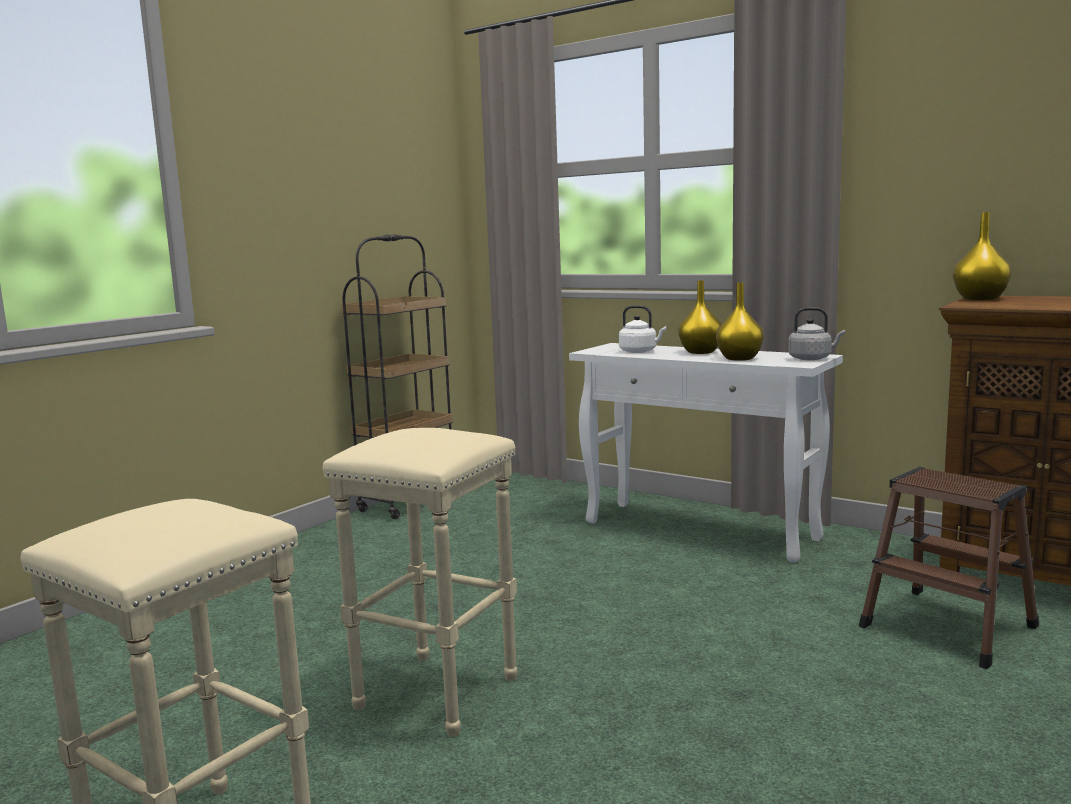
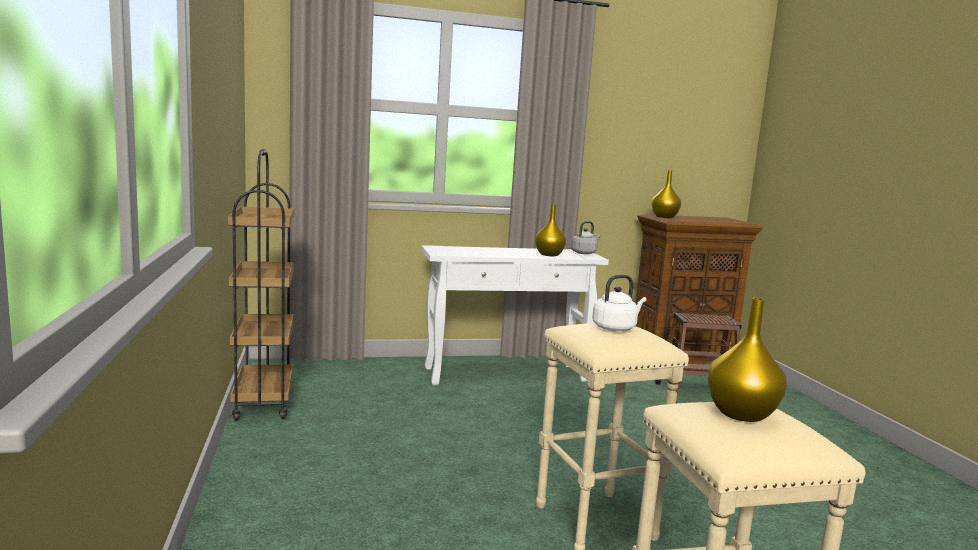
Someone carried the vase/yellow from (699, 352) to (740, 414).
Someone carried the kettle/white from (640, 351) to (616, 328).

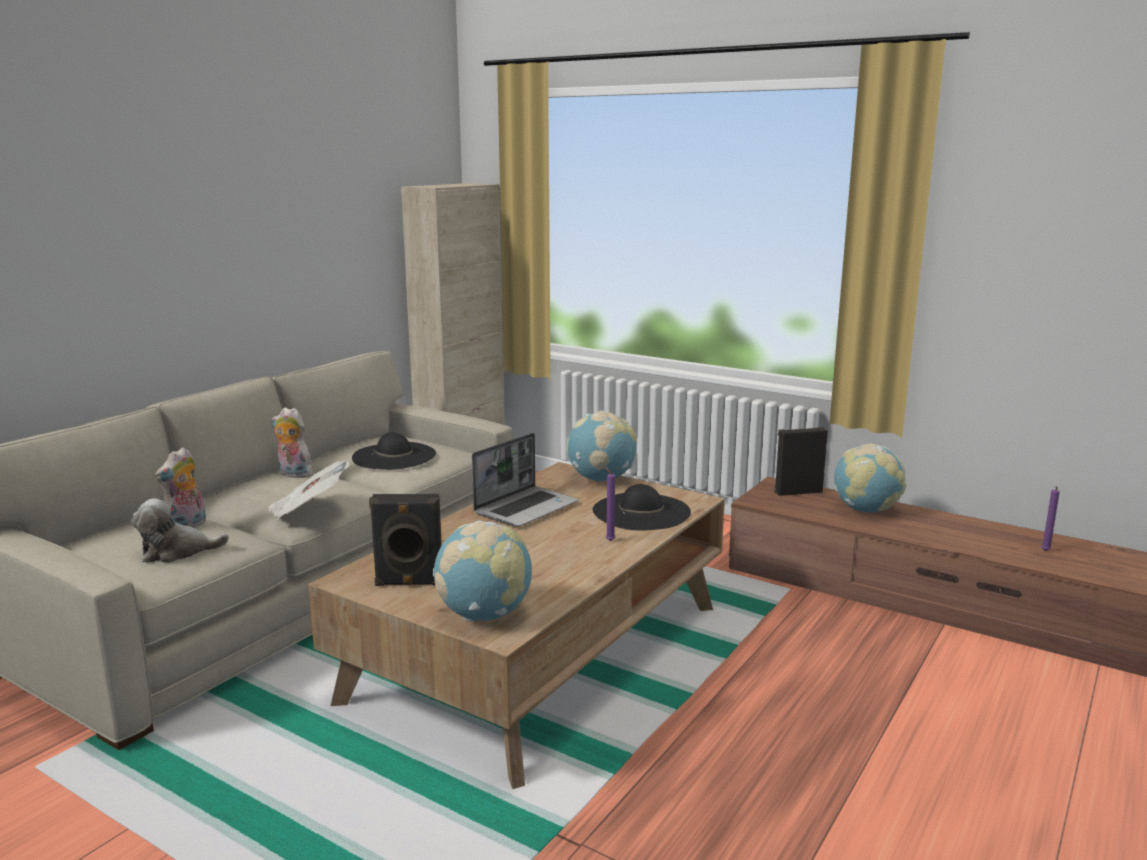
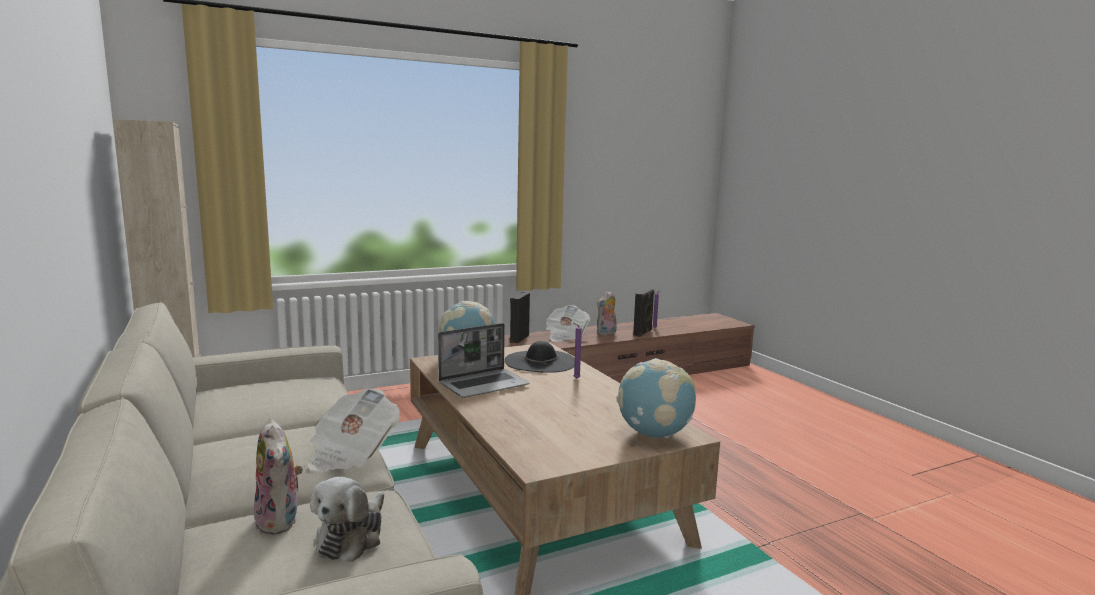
Someone carried the plush toy from (293, 474) to (606, 333).
Someone took away the hat/black at (394, 456).
Someone rotated the laptop at (526, 508) by 75 degrees clockwise.
Someone swapped the globe at (866, 510) for the newspaper at (565, 336).
Someone carried the speaker/black from (409, 583) to (643, 333).

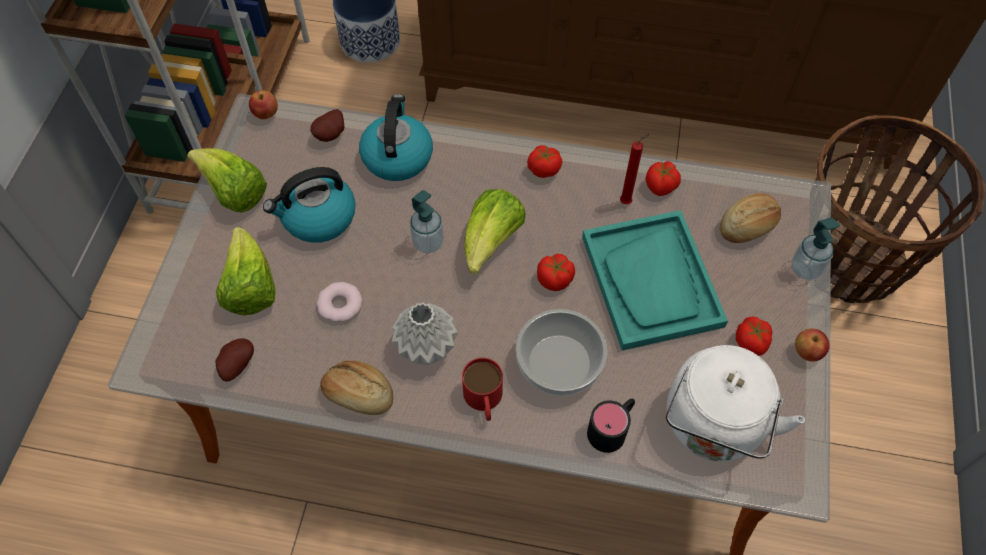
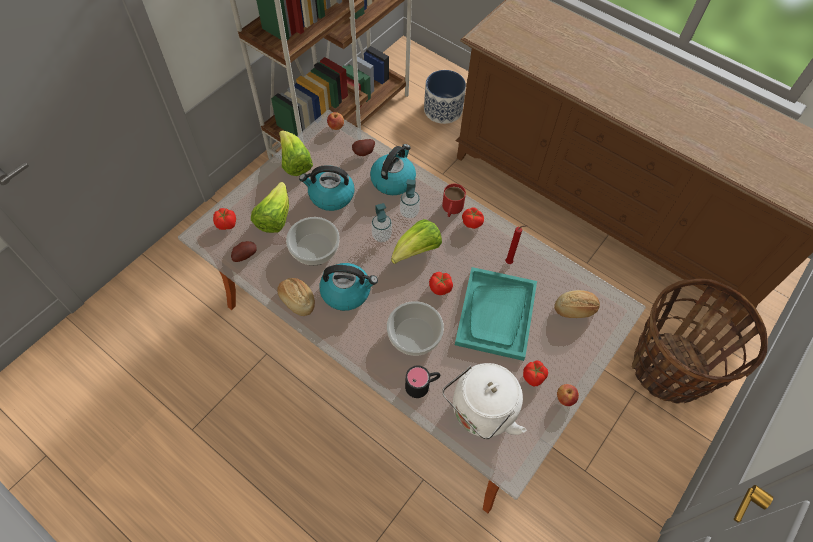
Someone carried the tomato from (661, 186) to (227, 224).
Someone carried the soap dispenser from (805, 269) to (409, 212).
Someone swapped the donut at (340, 305) for the bowl at (315, 248).
Someone swapped the vase/grey at (426, 347) for the kettle at (347, 292).
Someone carried the mug/red from (484, 400) to (451, 209).

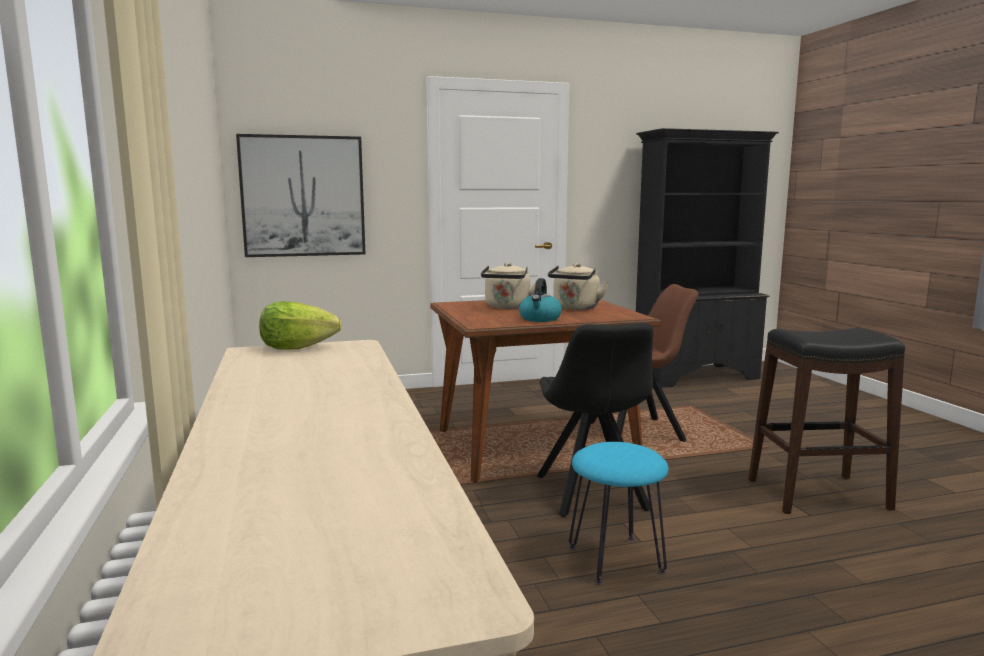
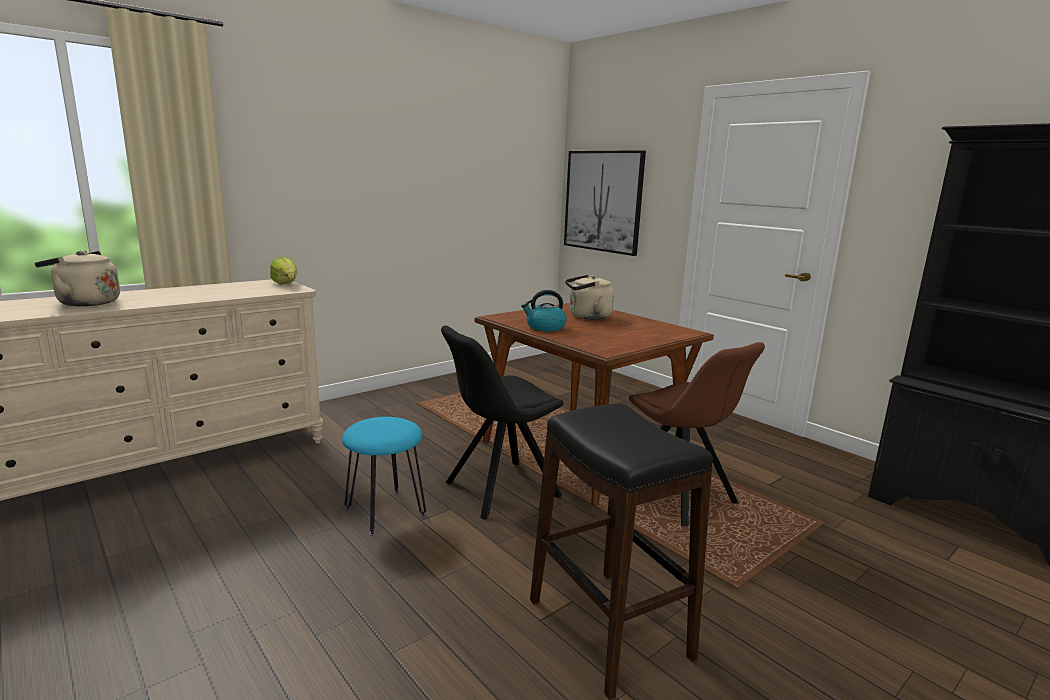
Someone carried the kettle/beige from (575, 308) to (85, 303).

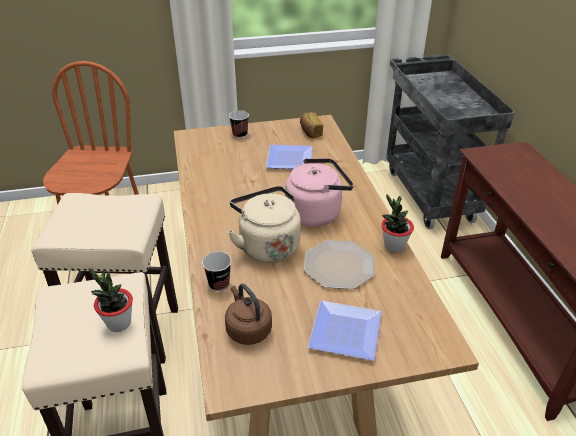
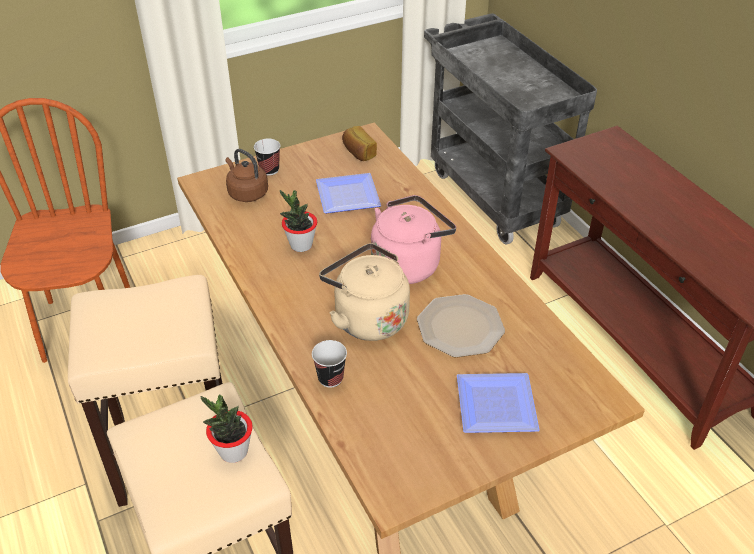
Someone carried the potted plant from (394, 246) to (301, 245).
Someone carried the kettle/brown from (247, 329) to (246, 193).

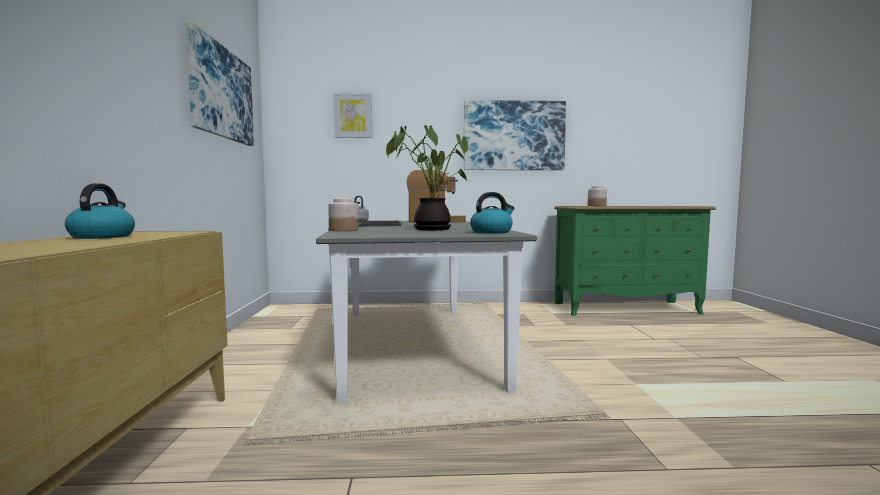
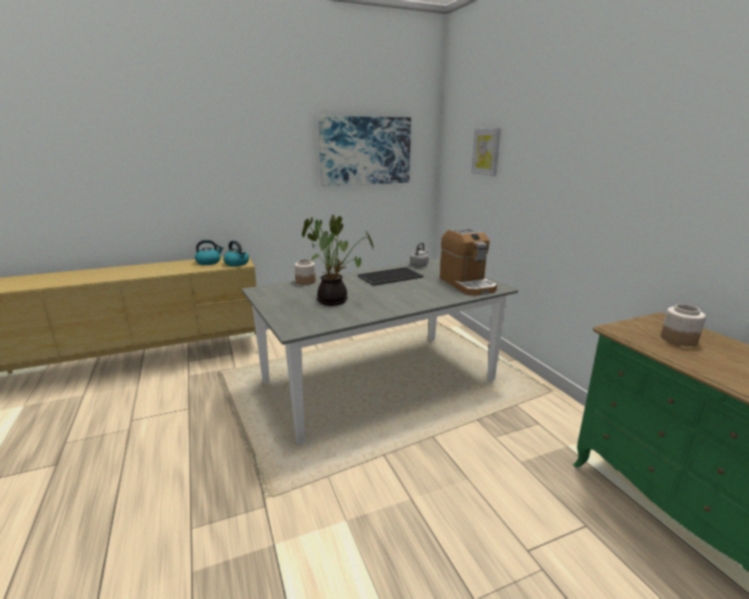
Someone took away the picture at (514, 136).
Someone carried the kettle from (492, 232) to (237, 263).

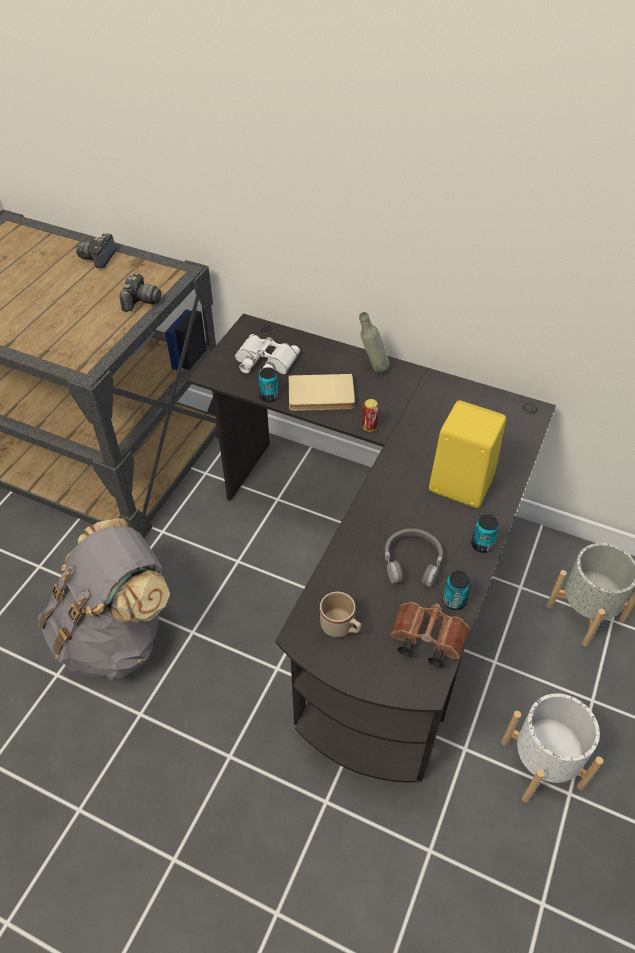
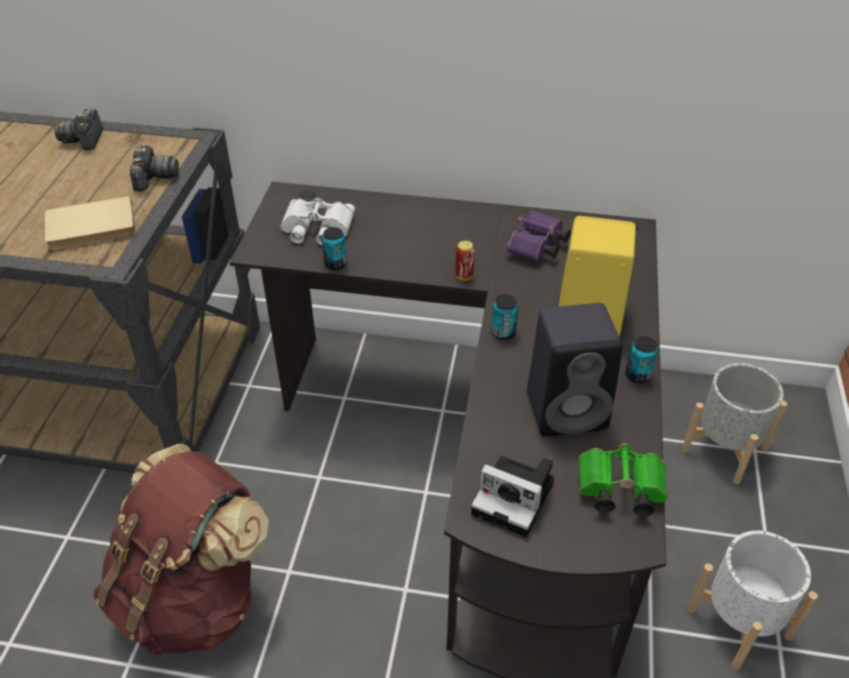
Someone took away the bottle/grey at (372, 368).
Someone carried the book/beige from (321, 396) to (91, 228).
Someone repainted the backpack/grey at (116, 634), which became the backpack/brown at (193, 596).
Someone swapped the headphones/grey at (412, 562) for the speaker/black at (569, 409).
Someone carried the can from (454, 601) to (503, 332).
Someone swapped the mug/beige at (341, 627) for the photo camera at (516, 498).
Someone repainted the binoculars/brown at (425, 640), which became the binoculars/green at (617, 490).
Someone put down the binoculars/purple at (536, 248).

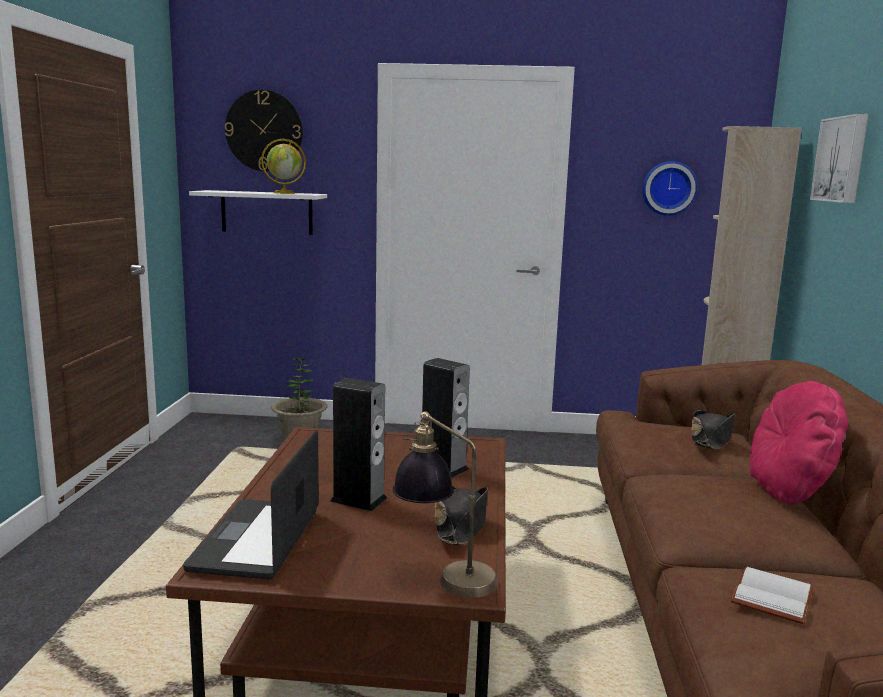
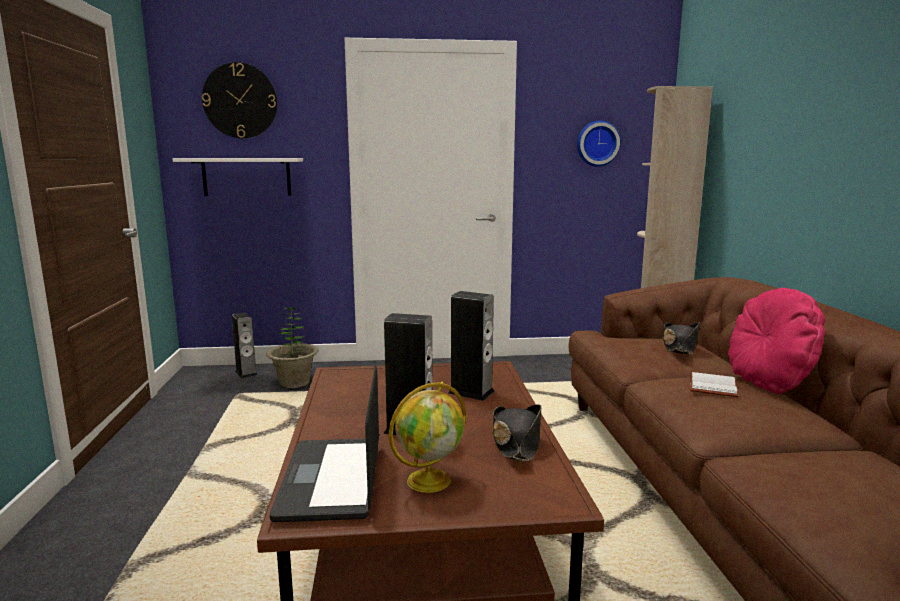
Someone took away the picture at (842, 159).
Someone carried the globe from (285, 193) to (430, 480).
Someone took away the table lamp at (444, 576).
Someone carried the book/white from (769, 596) to (711, 386).
Someone put down the speaker at (246, 373).

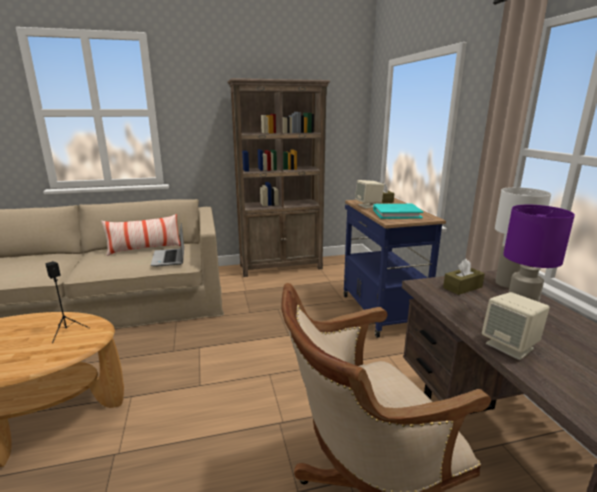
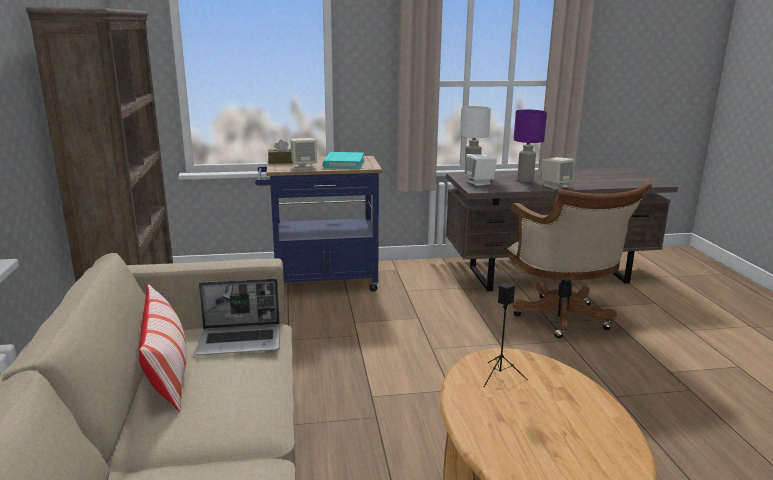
Someone swapped the tissue box/brown at (462, 287) for the speaker/white at (479, 183).

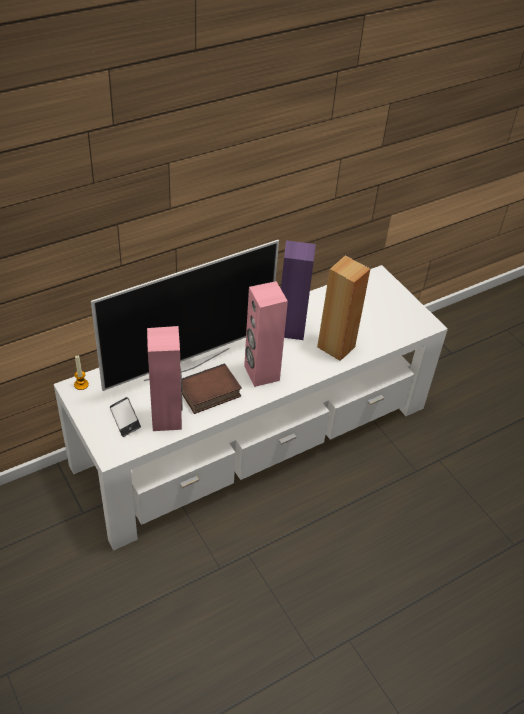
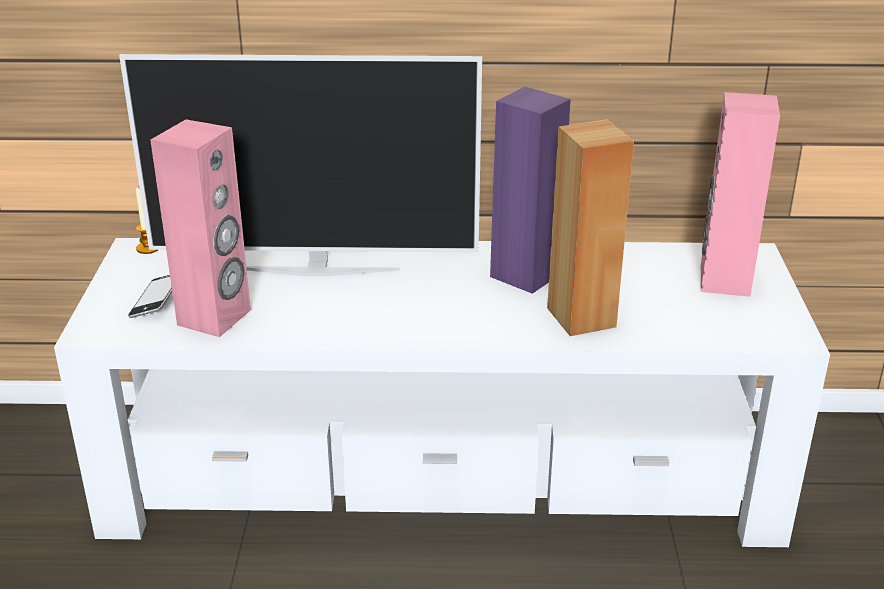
Someone carried the speaker/pink from (261, 373) to (723, 280).
Someone took away the book at (209, 394).

